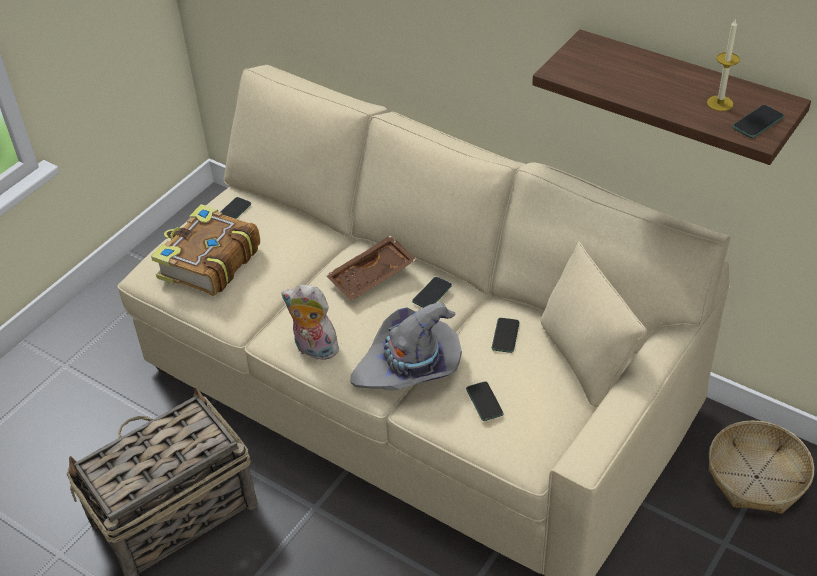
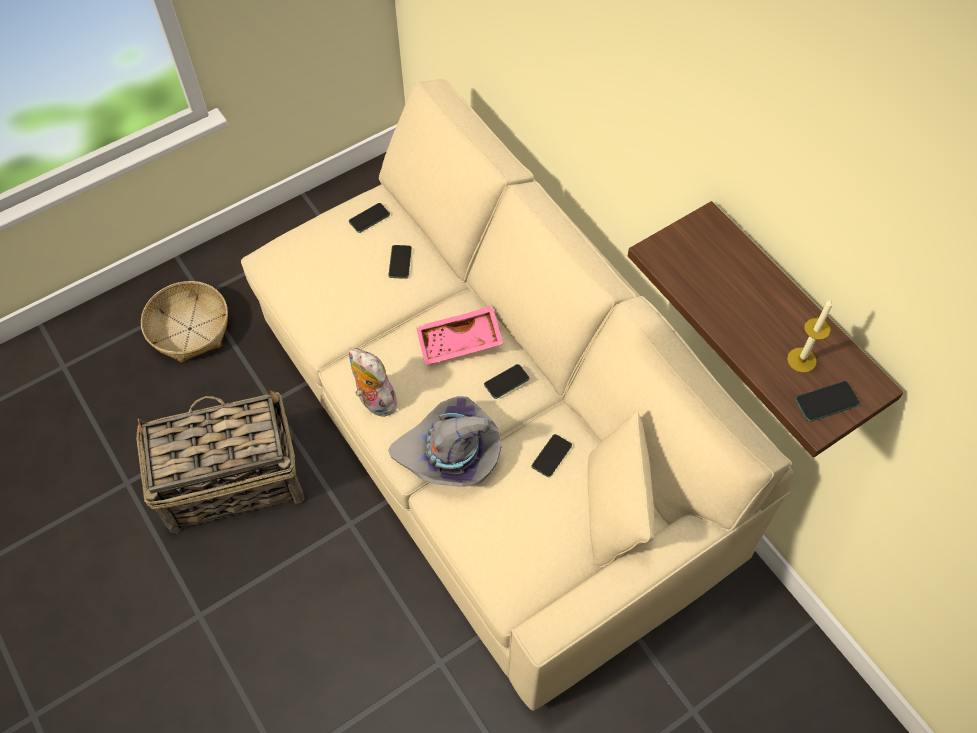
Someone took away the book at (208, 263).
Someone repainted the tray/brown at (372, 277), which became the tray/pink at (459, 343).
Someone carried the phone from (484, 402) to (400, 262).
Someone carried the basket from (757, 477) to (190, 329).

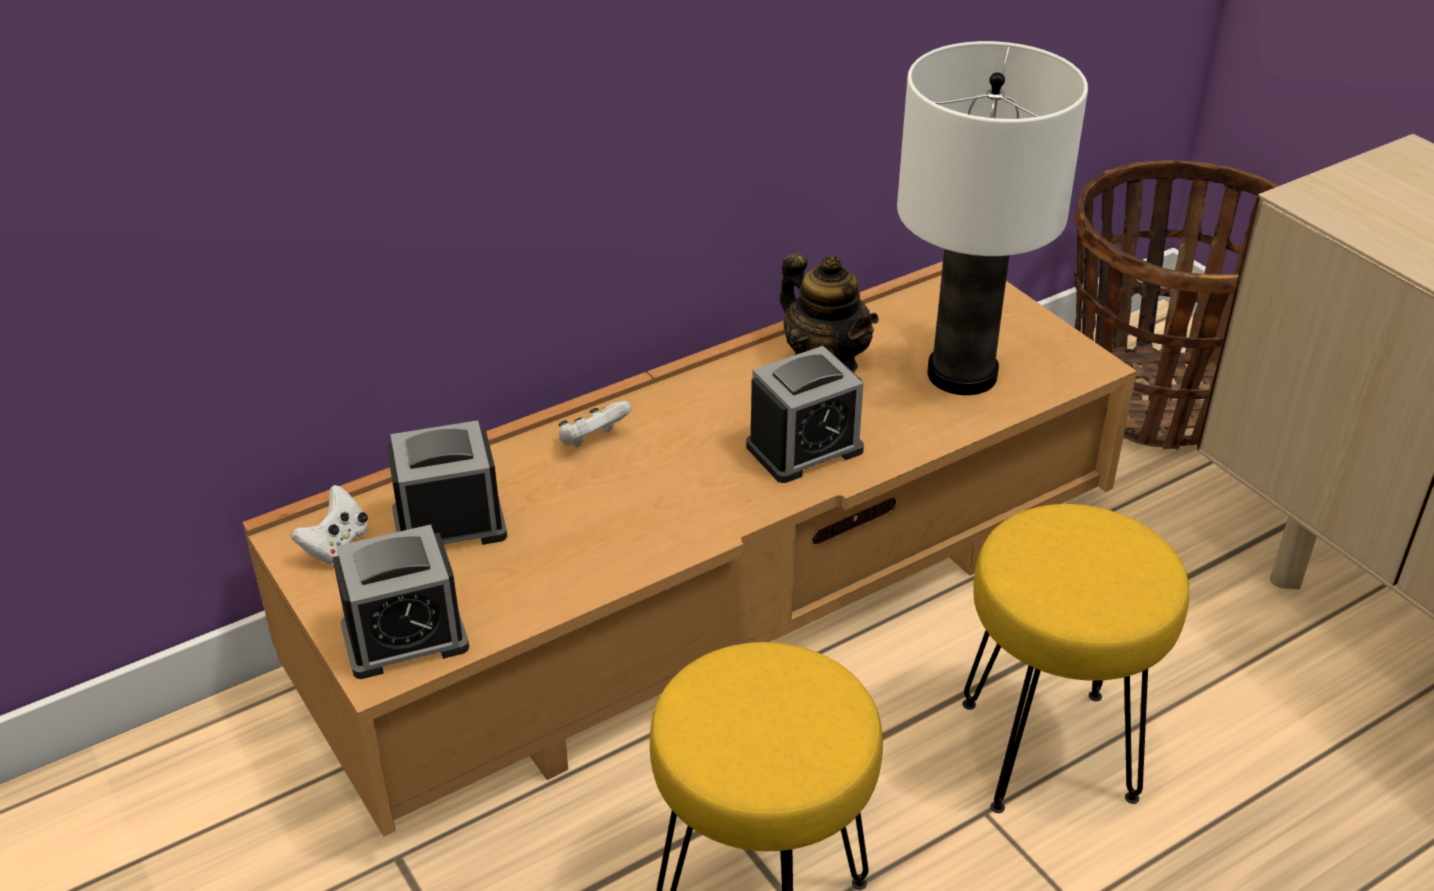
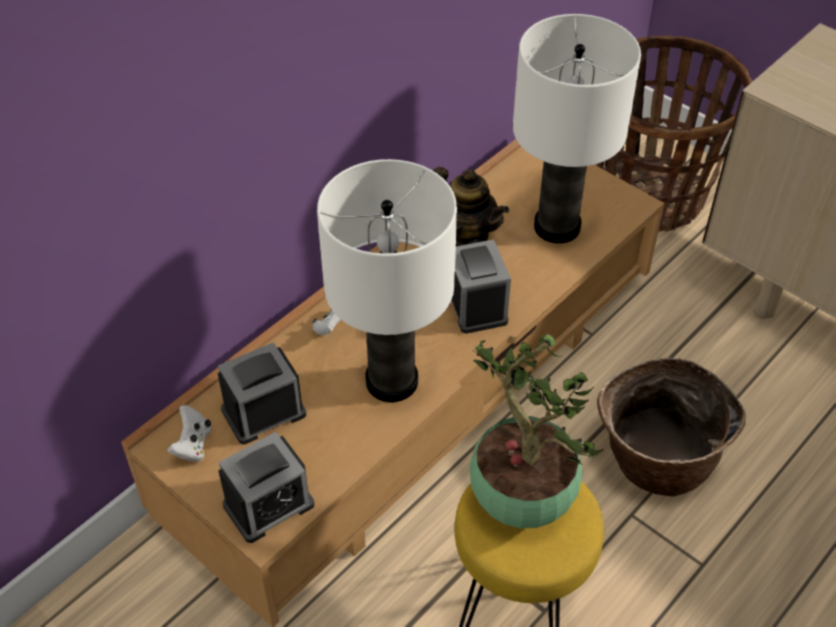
Someone rotated the alarm clock at (804, 448) by 60 degrees counterclockwise.
Someone swapped the stool/yellow at (1045, 748) for the basket at (654, 462).
Someone put down the table lamp/white at (391, 380).
Someone put down the potted plant at (518, 500).

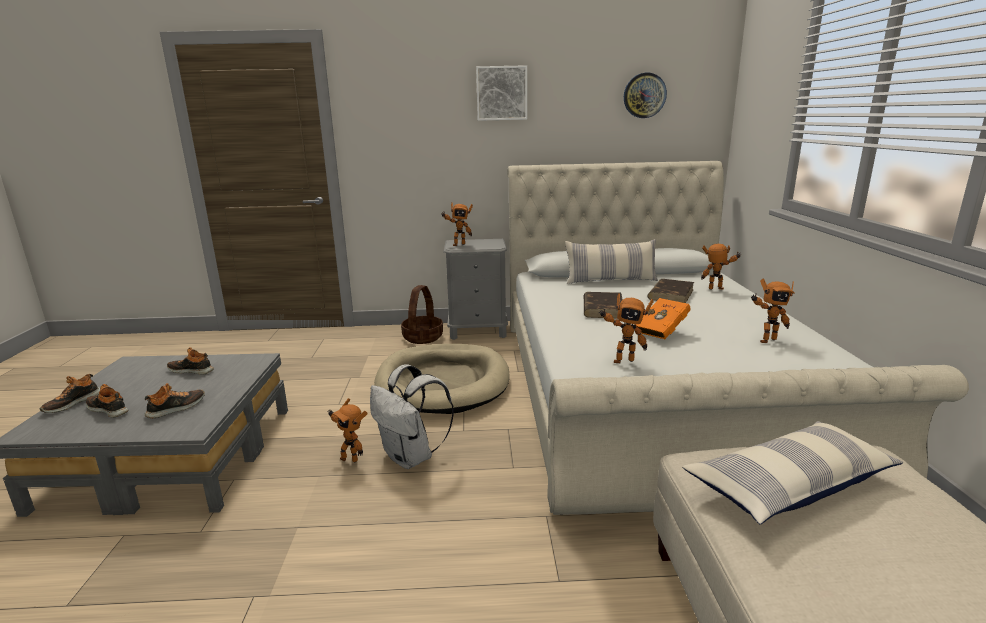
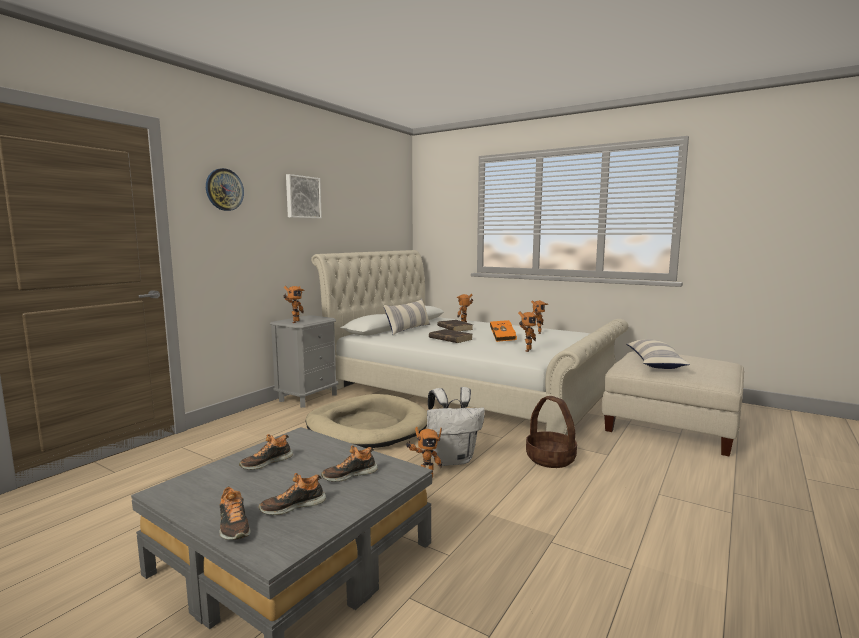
Someone carried the wall clock from (644, 95) to (224, 189).
Someone carried the basket from (423, 337) to (551, 459).
Someone rotated the shoe at (177, 408) by 105 degrees counterclockwise.

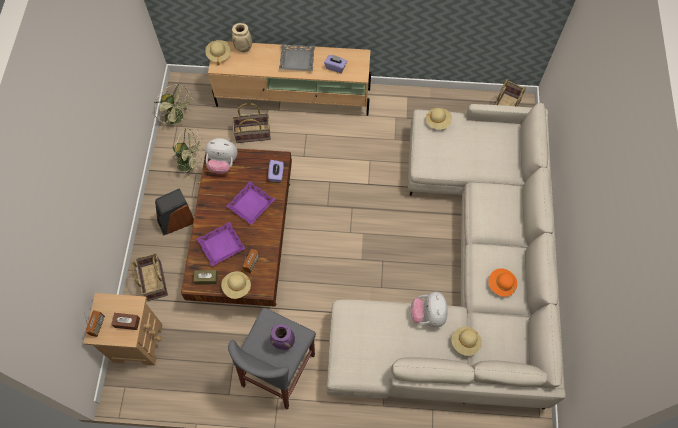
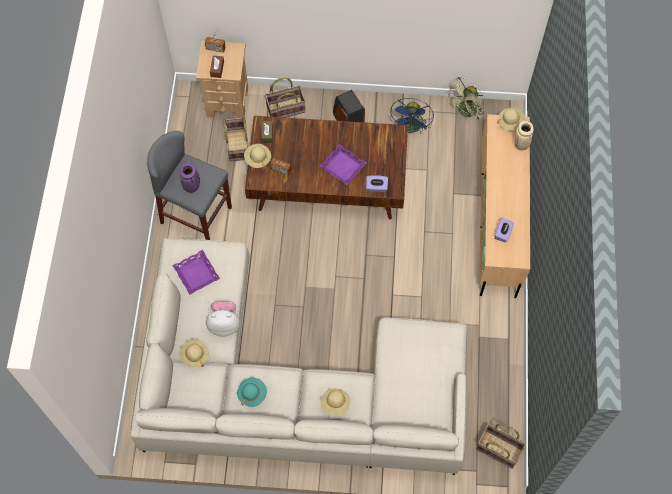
Someone took away the tray/grey at (297, 60).
Someone carried the basket from (253, 133) to (238, 145).
Someone carried the hat/beige from (438, 122) to (335, 404).
Someone repainted the fan/green at (191, 164), which became the fan/blue at (411, 129).
Someone took away the plush toy at (223, 163).
Someone carried the tray/purple from (221, 246) to (196, 274).
Someone repainted the hat/orange at (501, 285), which became the hat/turquoise at (252, 394).

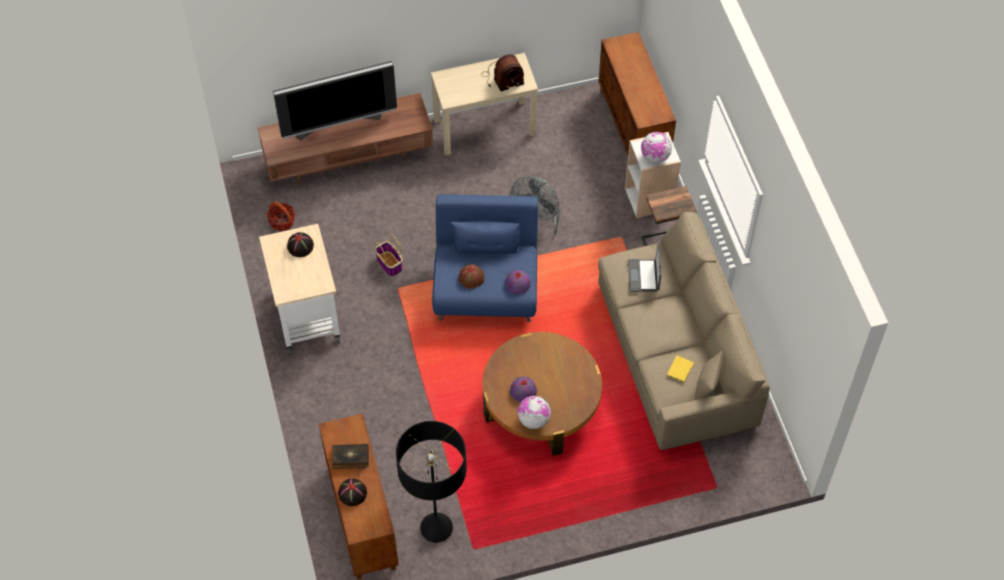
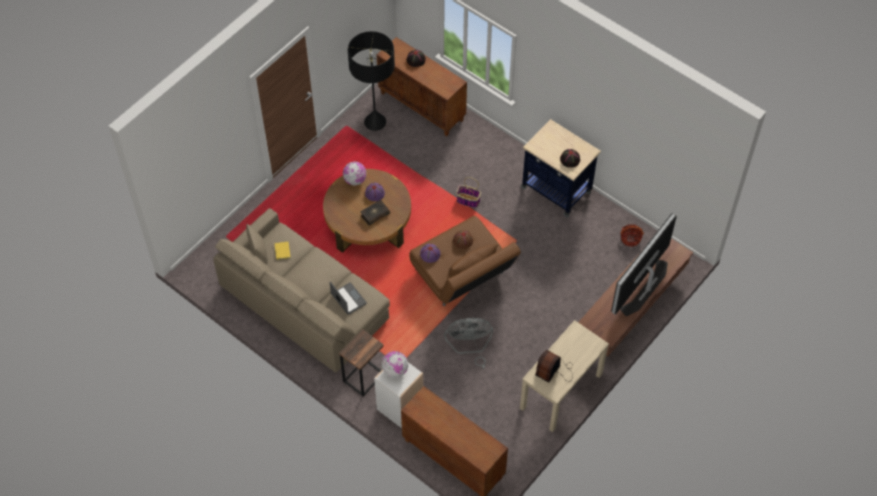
Someone repainted the armchair/blue at (486, 284), which became the armchair/brown at (463, 276).
Someone repainted the cart/white at (306, 316), which became the cart/blue at (556, 191).
Someone carried the basket from (390, 264) to (467, 200).
Someone carried the book from (350, 458) to (374, 214).

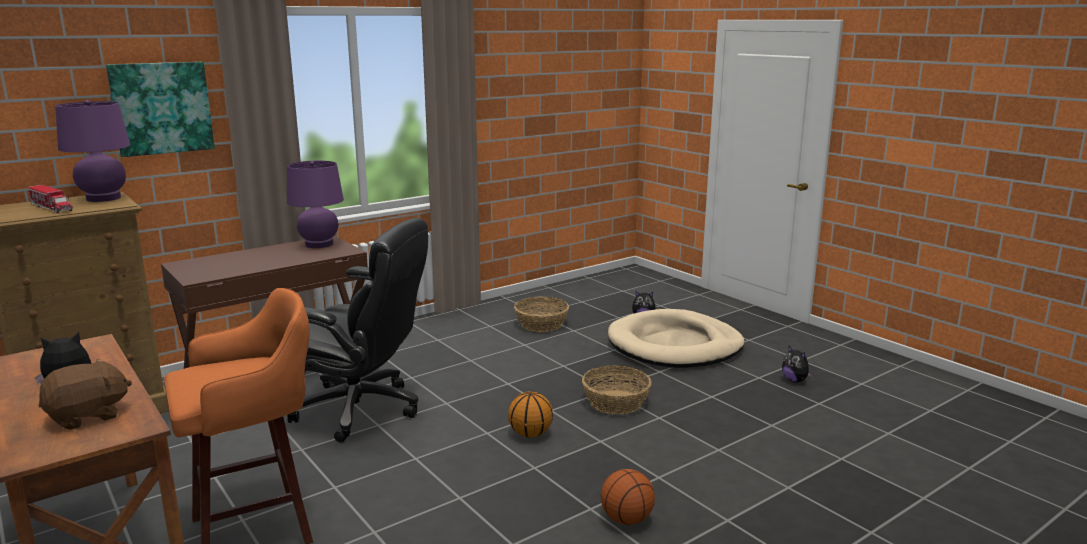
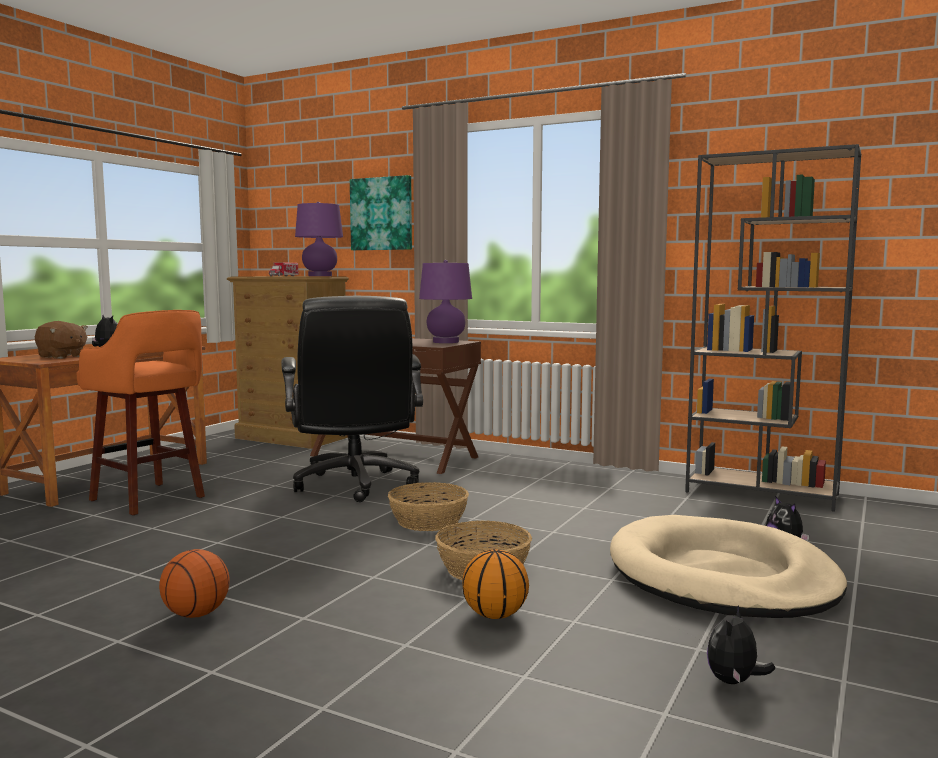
Someone carried the basket from (541, 324) to (429, 521).
Someone carried the basketball from (531, 434) to (496, 615).
Someone put down the bookcase at (762, 493).

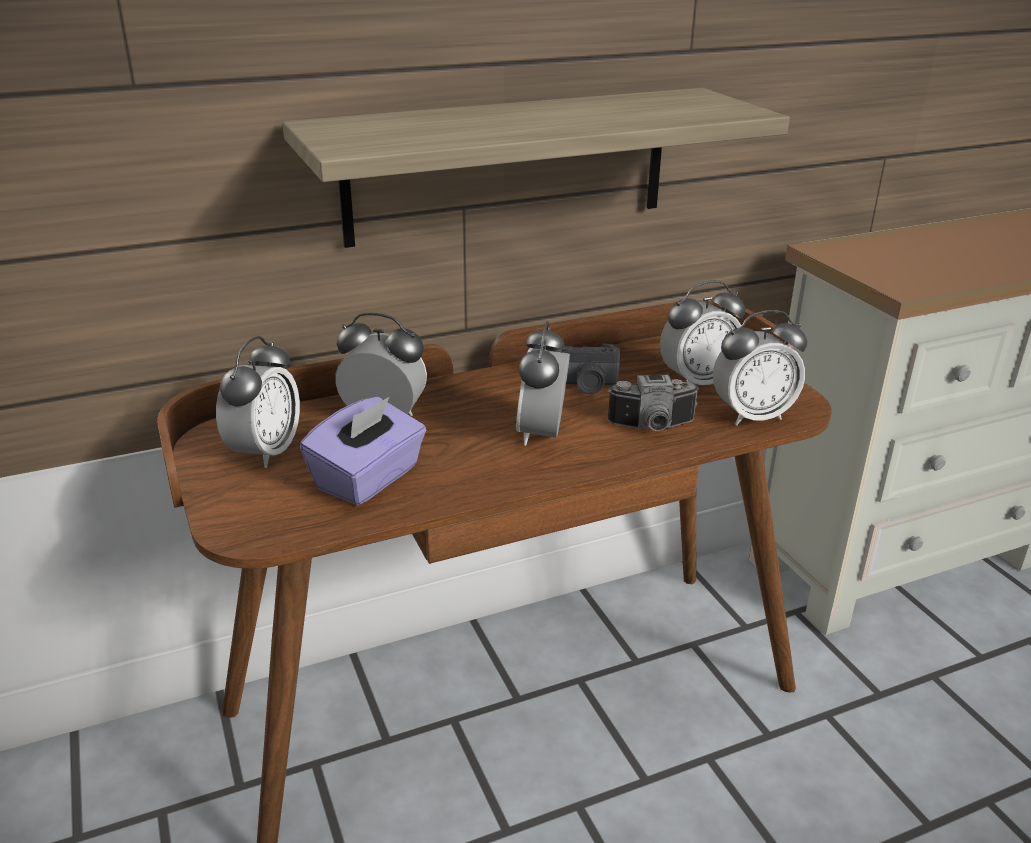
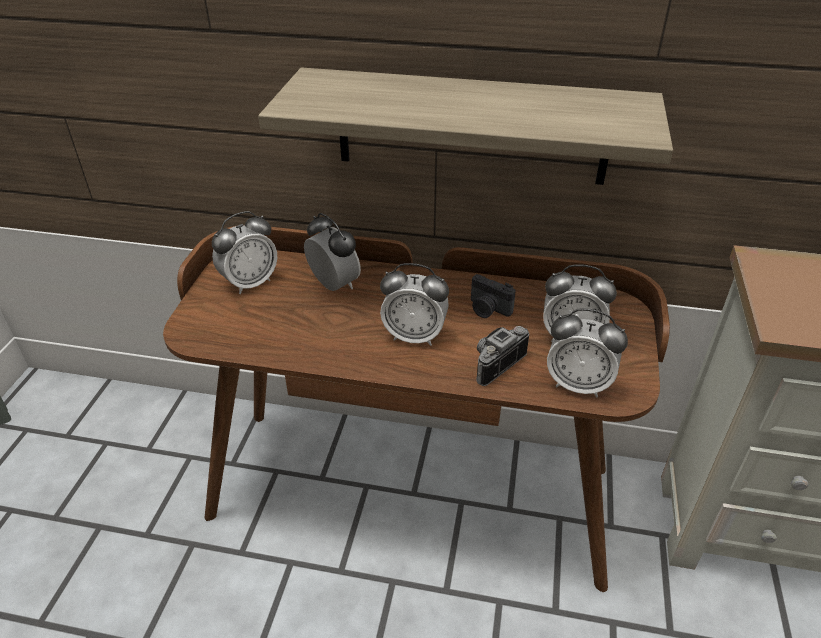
Someone rotated the alarm clock at (542, 434) by 120 degrees counterclockwise.
Someone rotated the photo camera at (653, 427) by 105 degrees clockwise.
Someone took away the tissue box/purple at (369, 478).

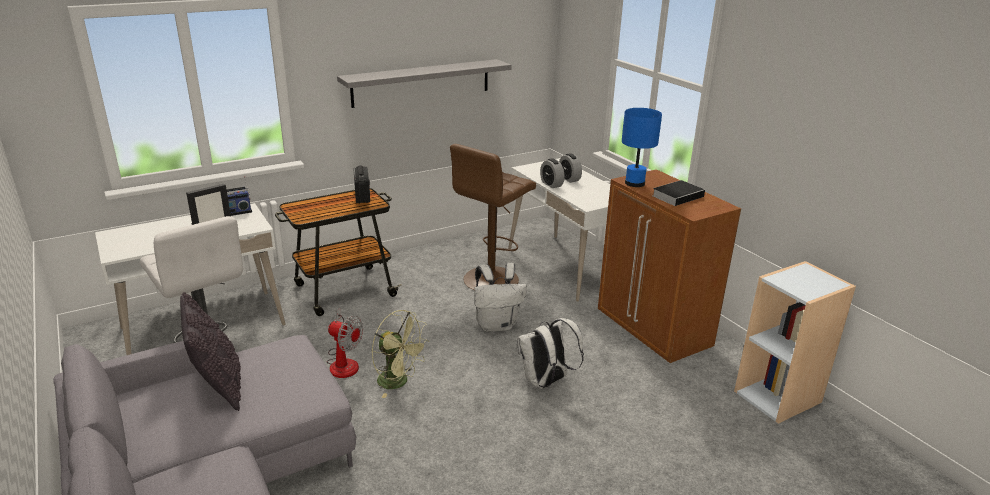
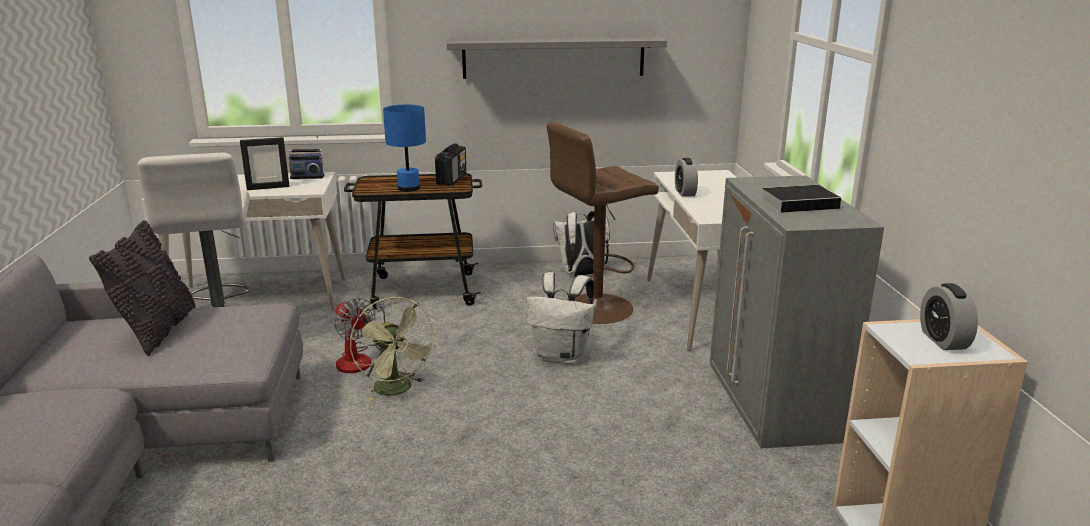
Someone carried the table lamp/blue from (635, 183) to (409, 188).
Someone carried the alarm clock from (569, 179) to (943, 340).
Someone repainted the cabinet/brown at (654, 327), which became the cabinet/grey at (773, 400).
Someone carried the backpack/white from (546, 382) to (582, 275).

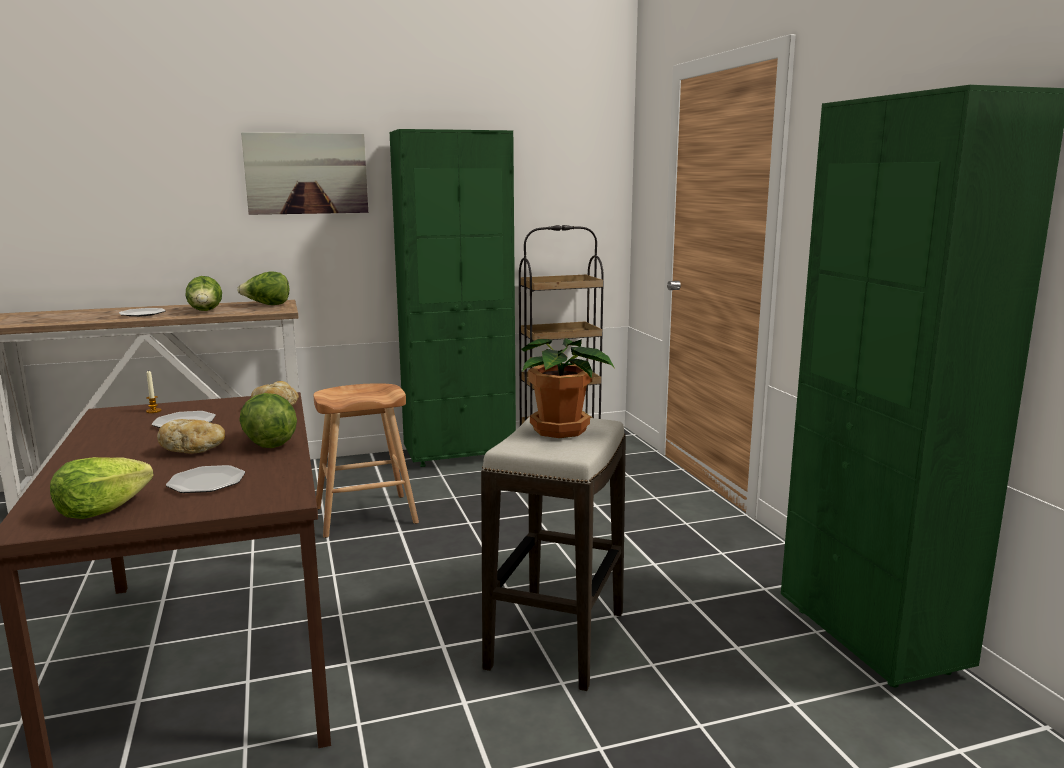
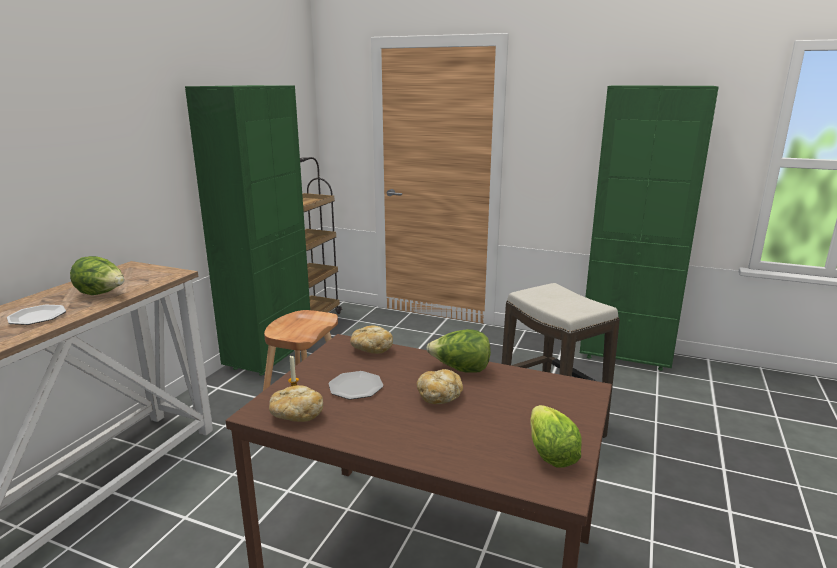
Someone took away the picture at (306, 173).
Someone took away the lettuce at (267, 305).
Someone took away the potted plant at (561, 430).
Someone took away the plate at (207, 482).
Someone put down the bread at (296, 415).

